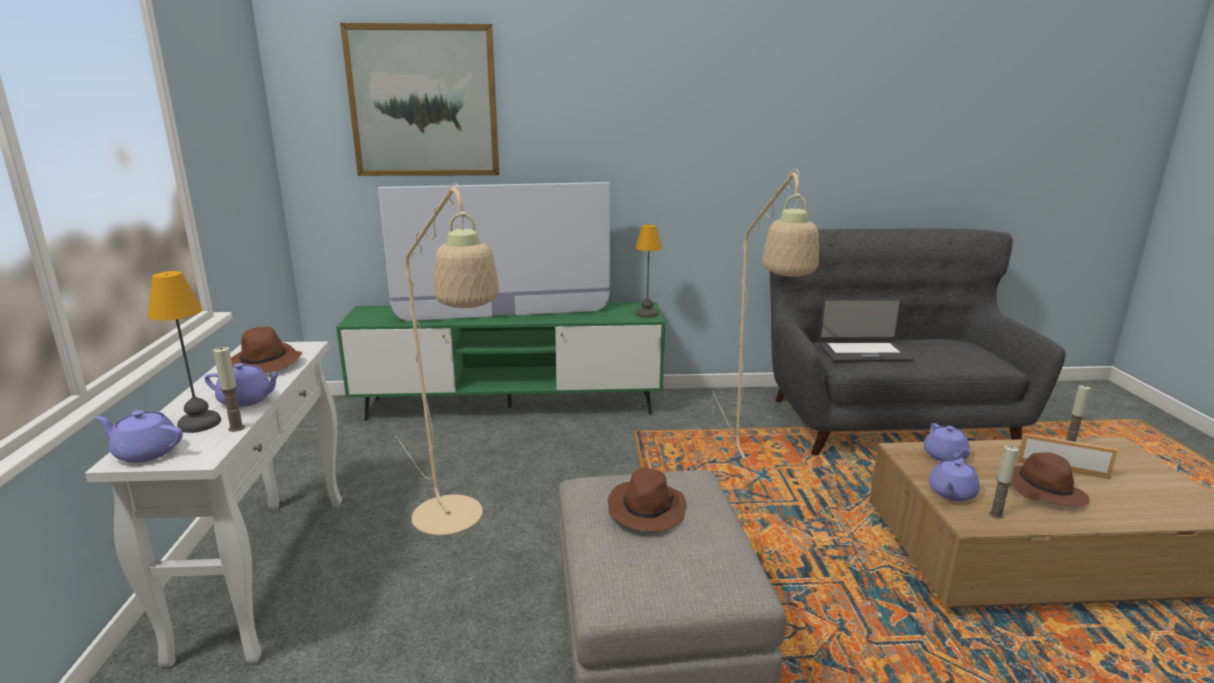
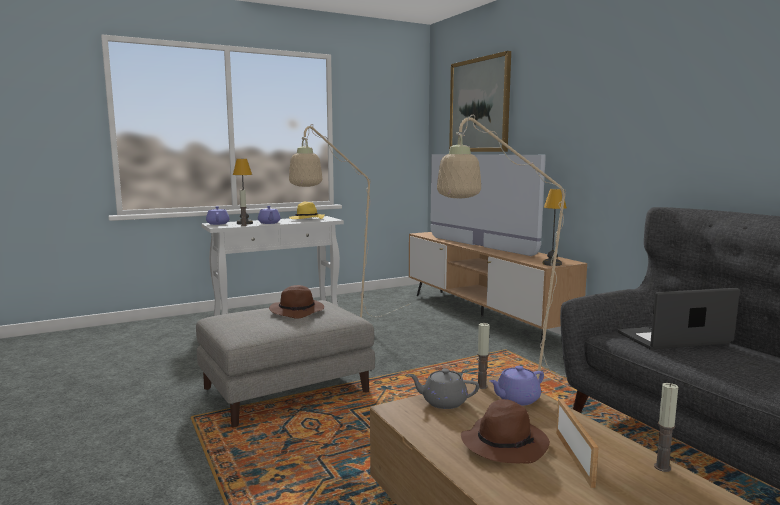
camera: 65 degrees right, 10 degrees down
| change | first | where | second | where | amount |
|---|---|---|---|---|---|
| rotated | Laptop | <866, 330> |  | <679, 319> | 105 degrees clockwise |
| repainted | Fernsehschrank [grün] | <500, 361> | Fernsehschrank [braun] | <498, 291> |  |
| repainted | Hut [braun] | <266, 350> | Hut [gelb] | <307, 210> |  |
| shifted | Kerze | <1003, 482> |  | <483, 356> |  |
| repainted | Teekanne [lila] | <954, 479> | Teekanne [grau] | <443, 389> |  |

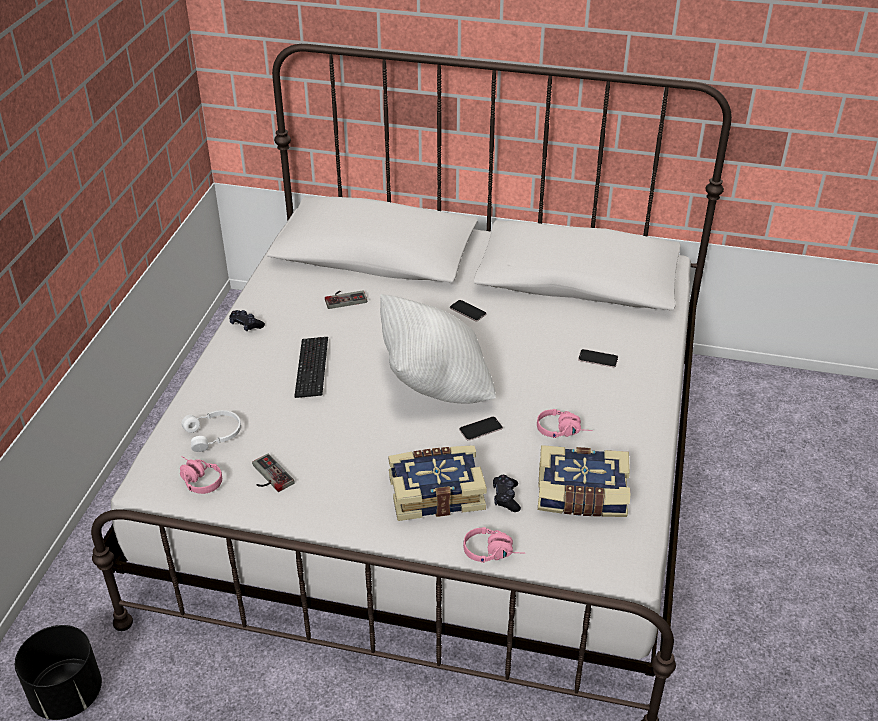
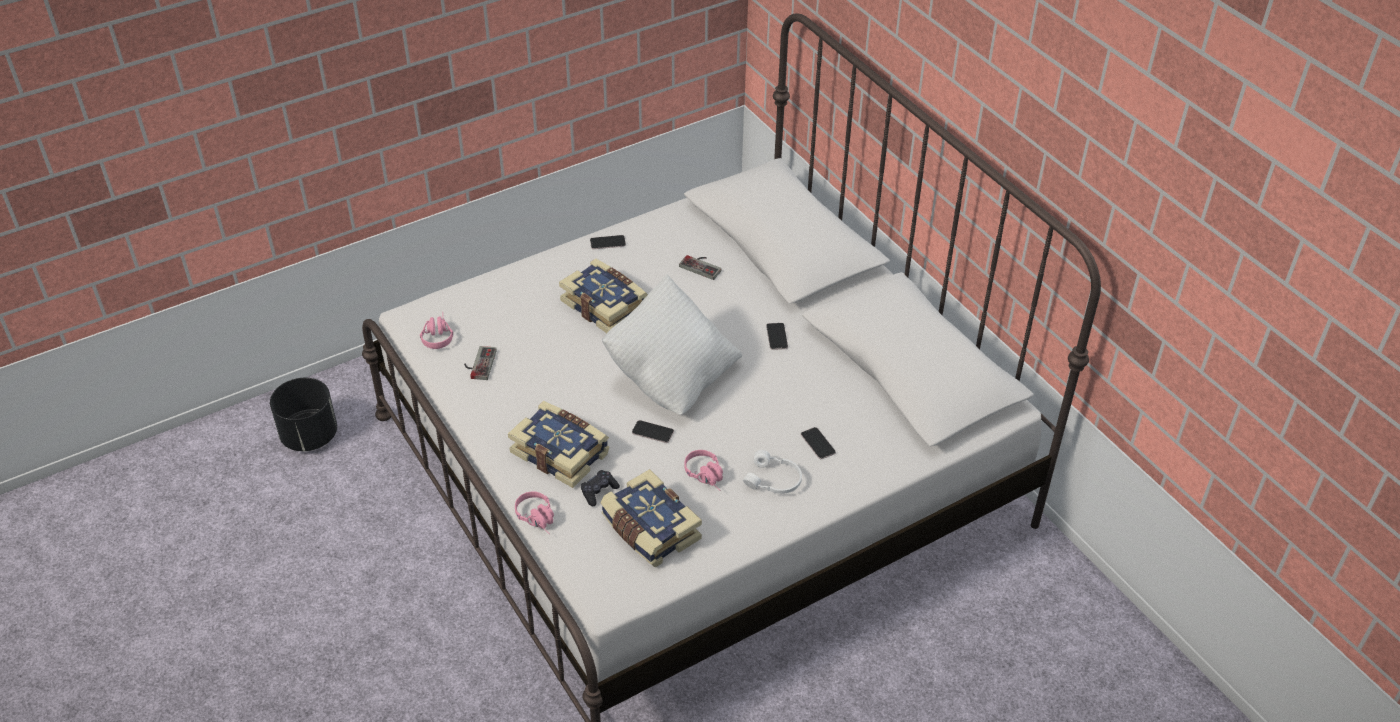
camera: 45 degrees right, 5 degrees up
| change | first | where | second | where | amount |
|---|---|---|---|---|---|
| swapped | Gamepad [schwarz] | <247, 321> | Handy | <608, 242> |  |
| swapped | Tastatur | <311, 367> | Buch | <603, 296> |  |
| shifted | Kopfhörer [weiß] | <211, 431> |  | <772, 472> |  |

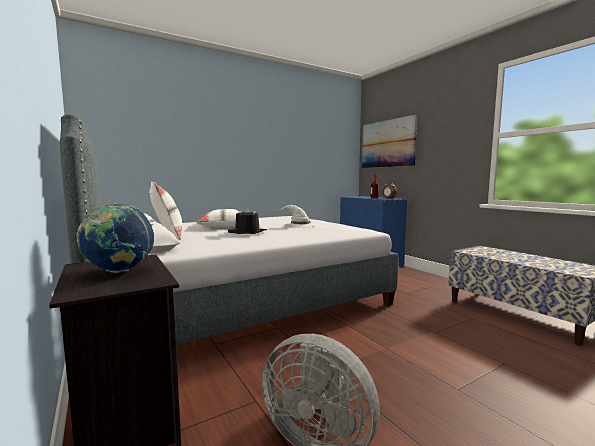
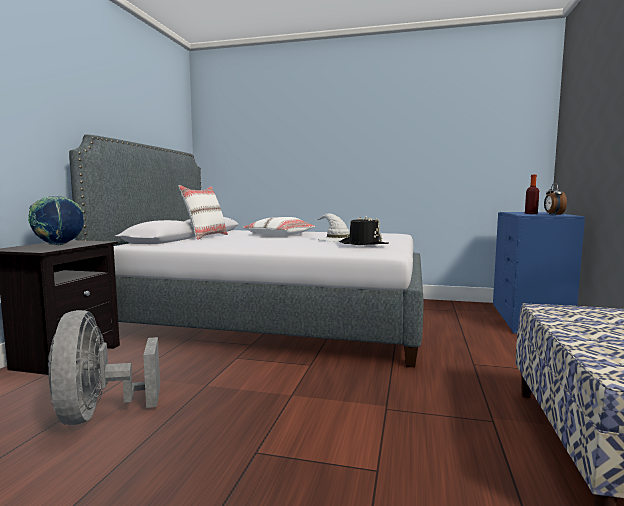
camera: 45 degrees right, 0 degrees up
| change | first | where | second | where | amount |
|---|---|---|---|---|---|
| gone | Bild | <390, 141> |  |  |  |
| shifted | Hut [schwarz] | <247, 221> |  | <364, 230> |  |

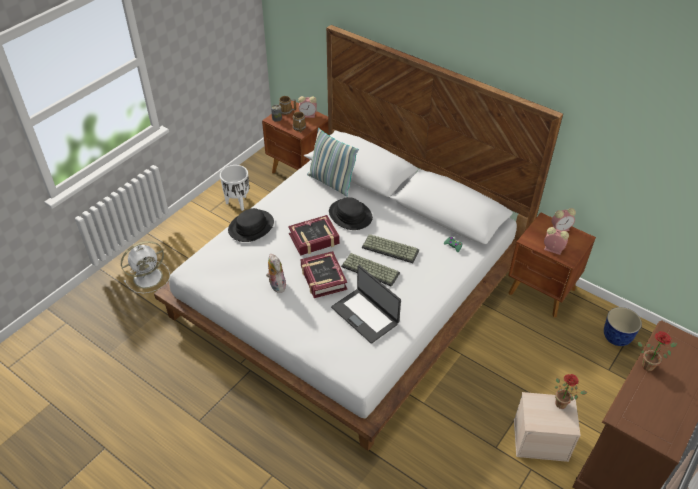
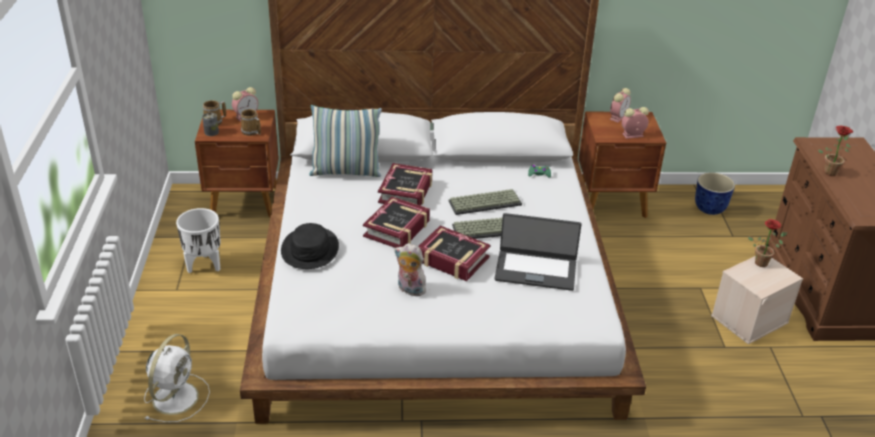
camera: 40 degrees left, 10 degrees down
| change | first | where | second | where | amount |
|---|---|---|---|---|---|
| swapped | Hut [schwarz] | <351, 213> | Buch | <405, 184> |  |

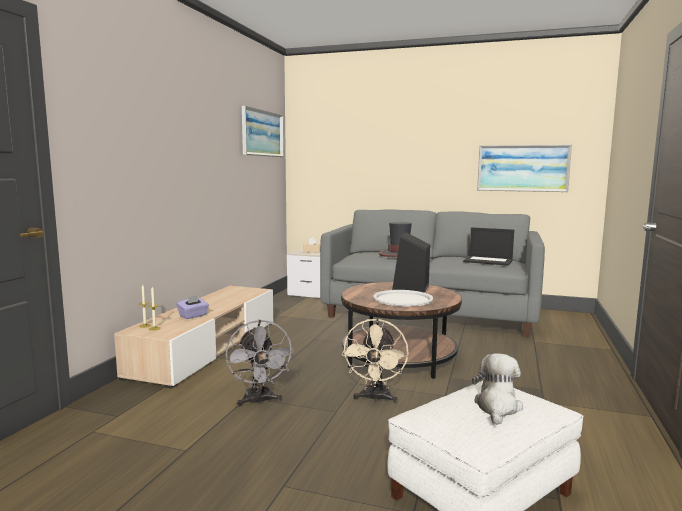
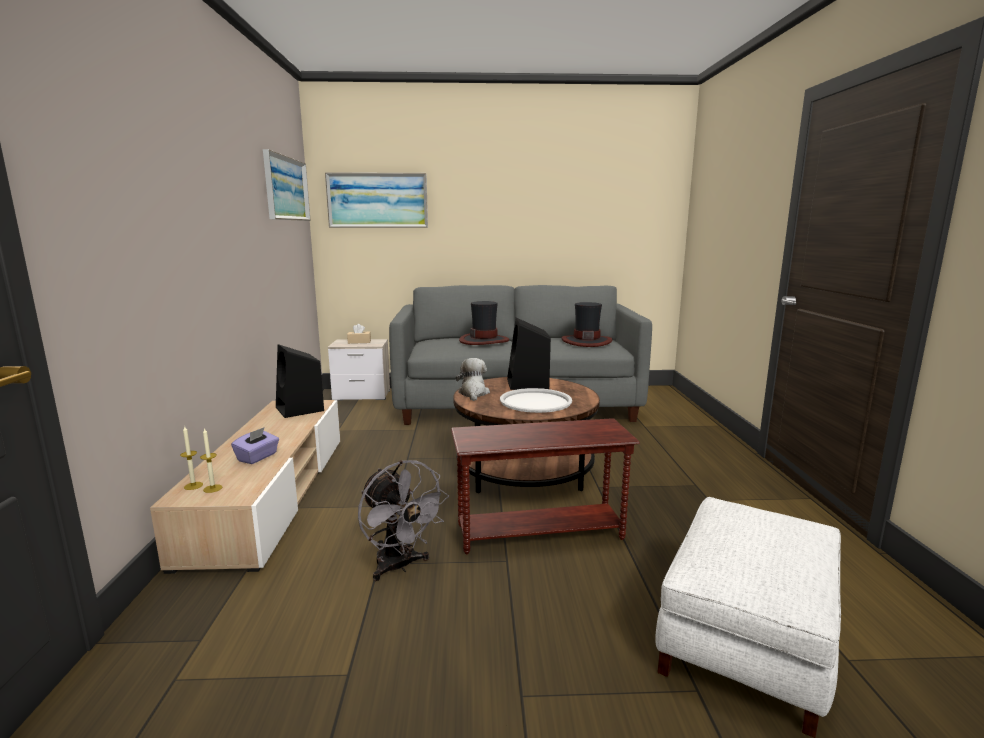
camera: 20 degrees left, 5 degrees up
| change | first | where | second | where | amount |
|---|---|---|---|---|---|
| shifted | Bild | <524, 168> |  | <376, 200> |  |
| swapped | Laptop | <488, 246> | Hut | <587, 324> |  |
| swapped | Ventilator [beige] | <375, 360> | Beistelltisch [braun] | <545, 486> |  |
| shifted | Plüschtier | <497, 389> |  | <473, 379> |  |
| new |  |  | Lautsprecher [schwarz] | <300, 381> |  |

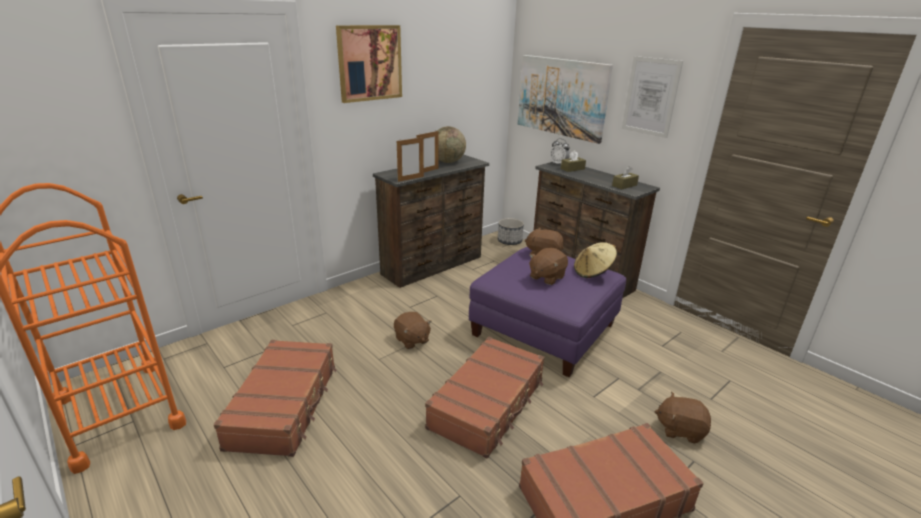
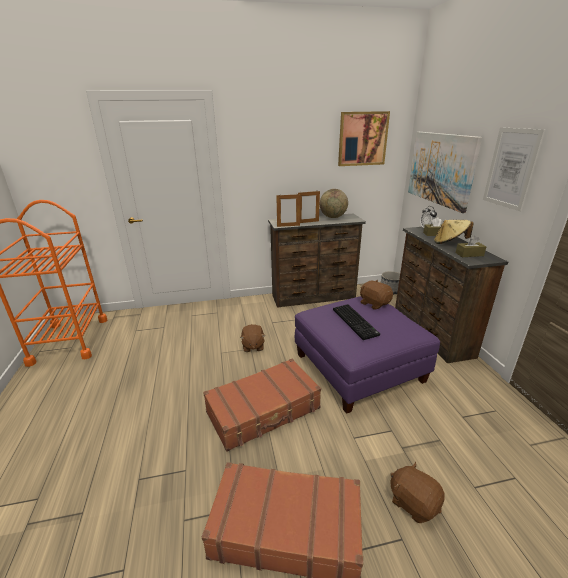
camera: 30 degrees right, 0 degrees up
| change | first | where | second | where | amount |
|---|---|---|---|---|---|
| shifted | Bild | <369, 64> |  | <364, 138> |  |
| shifted | Hut [beige] | <595, 260> |  | <454, 232> |  |
| swapped | Plüschtier [braun] | <548, 266> | Tastatur | <356, 322> |  |
| gone | Koffer [braun] | <275, 398> |  |  |  |

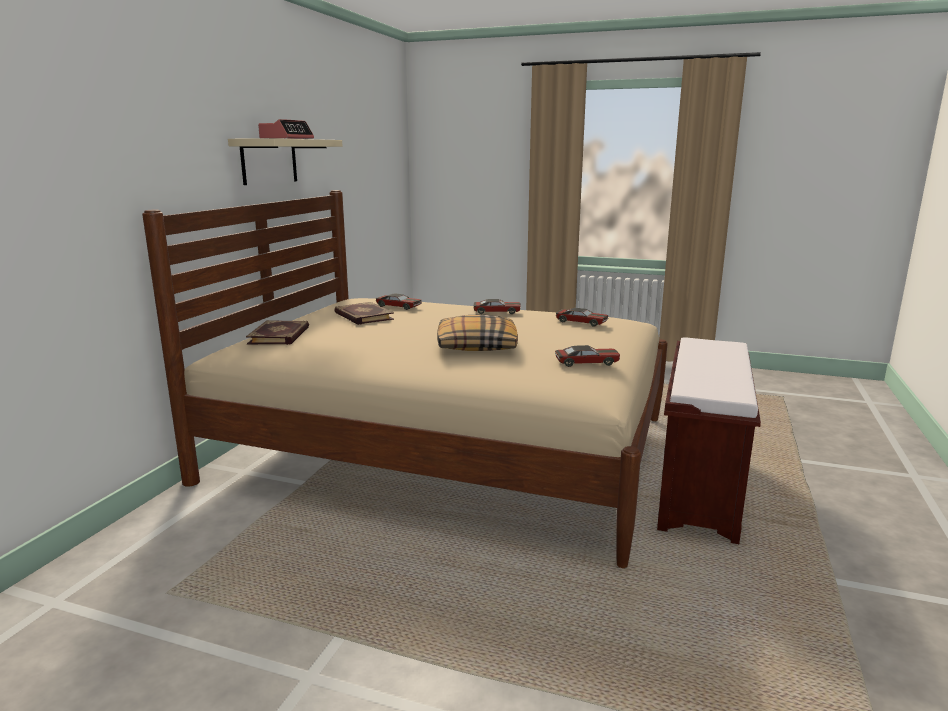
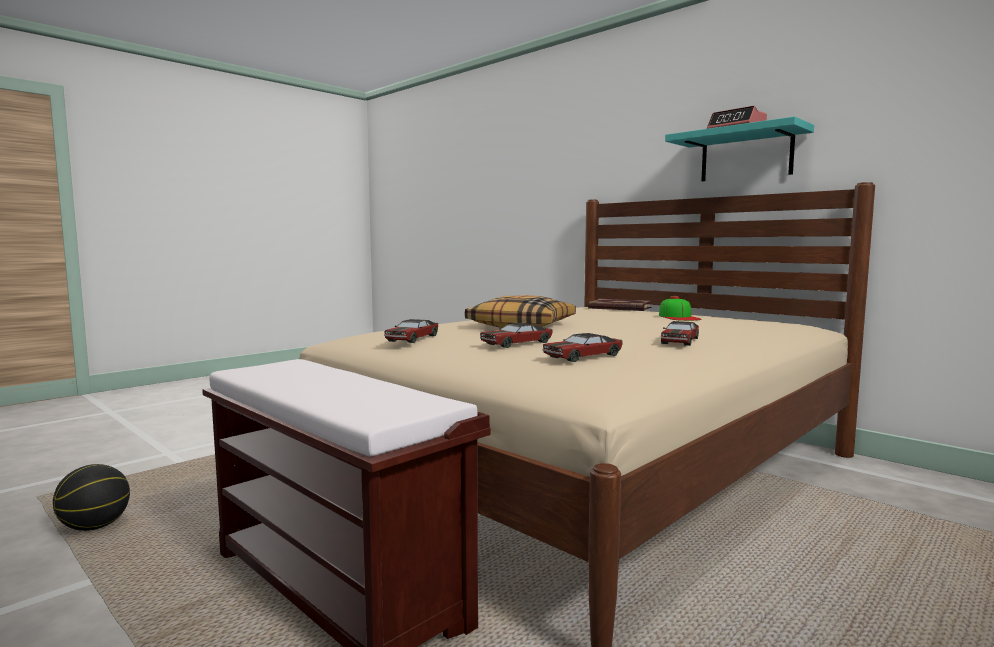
camera: 115 degrees right, 10 degrees down
| change | first | where | second | where | amount |
|---|---|---|---|---|---|
| repainted | Wandregal [beige] | <285, 161> | Wandregal [türkis] | <739, 148> |  |
| shifted | Spielzeugauto | <399, 302> |  | <516, 335> |  |
| swapped | Buch | <364, 313> | Kappe | <680, 308> |  |
| new |  |  | Basketball | <91, 497> |  |

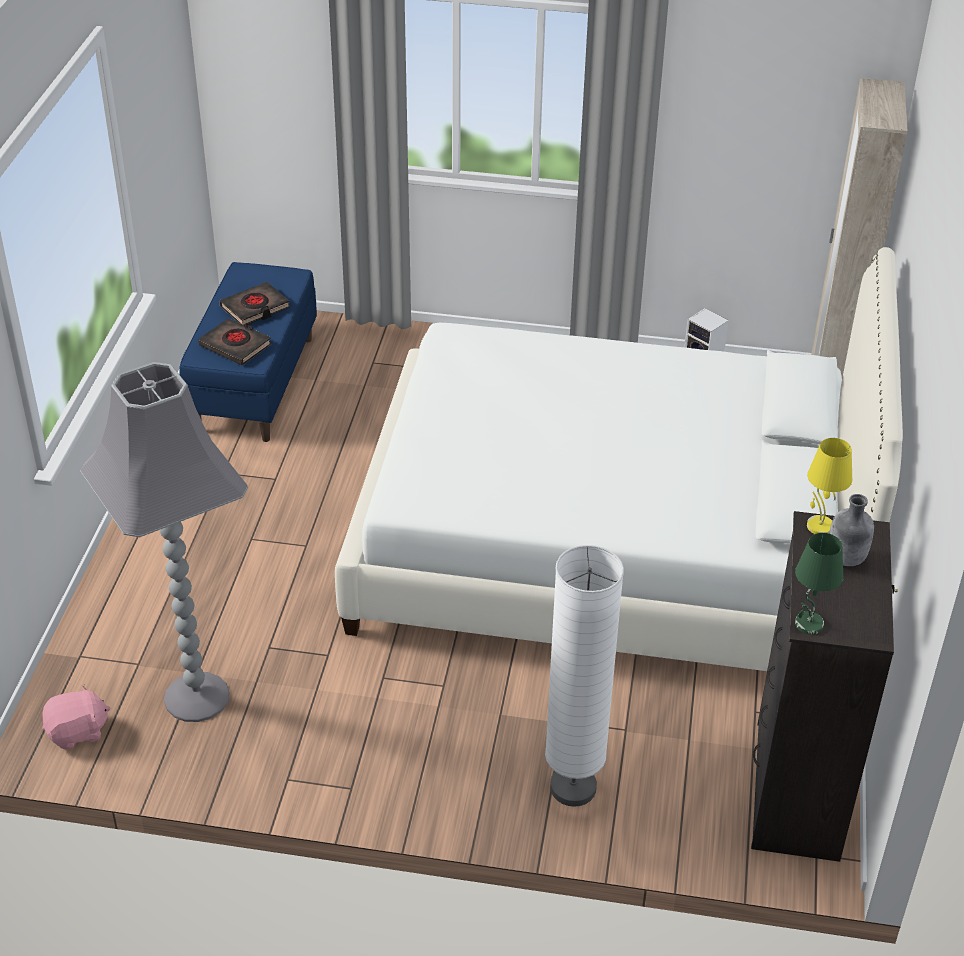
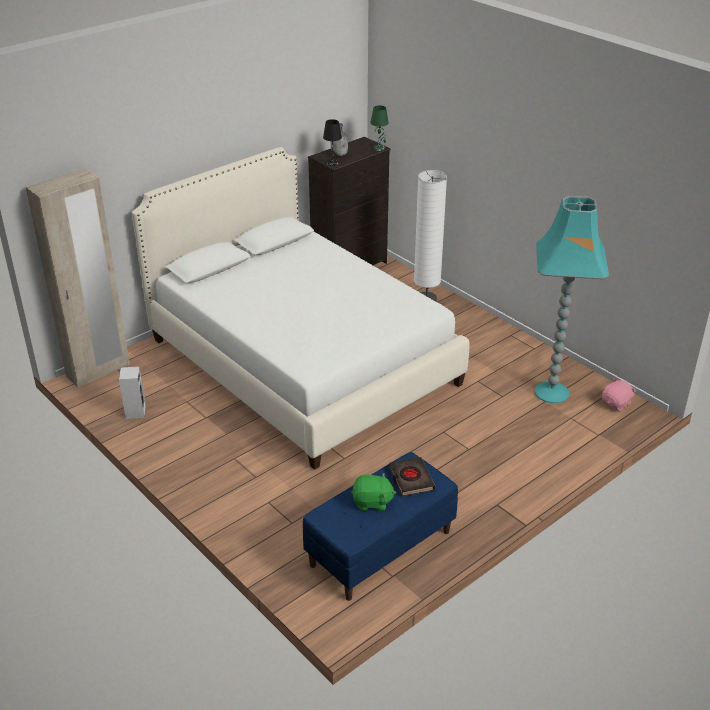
camera: 140 degrees left, 5 degrees down
| change | first | where | second | where | amount |
|---|---|---|---|---|---|
| swapped | Buch [schwarz] | <254, 303> | Plüschtier [grün] | <373, 492> |  |
| repainted | Stehlampe [grau] | <164, 542> | Stehlampe [türkis] | <571, 299> |  |
| repainted | Tischlampe [gelb] | <829, 486> | Tischlampe [schwarz] | <332, 142> |  |
| rotated | Plüschtier [rosa] | <76, 717> |  | <619, 395> | 120 degrees clockwise |

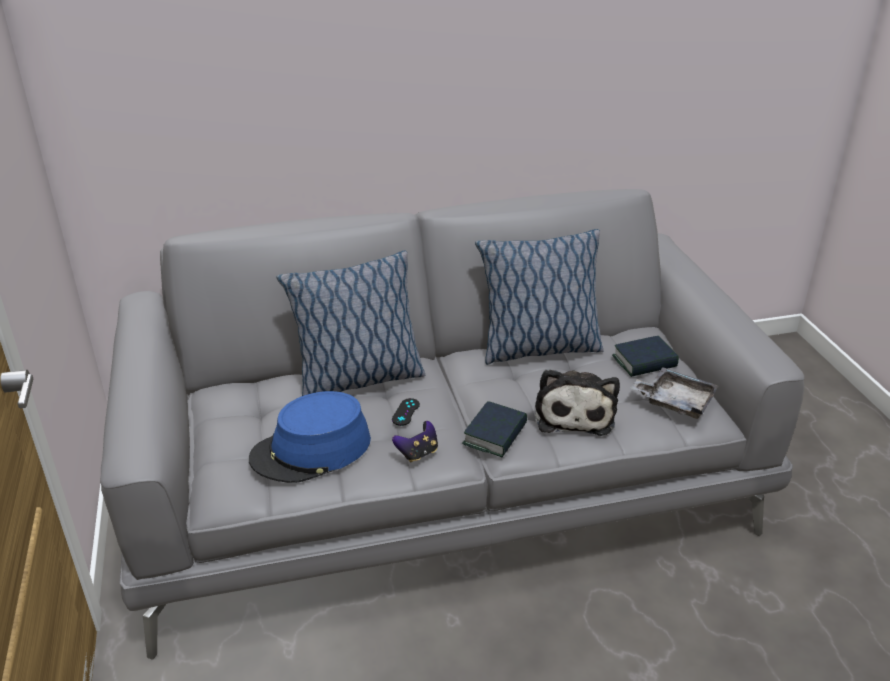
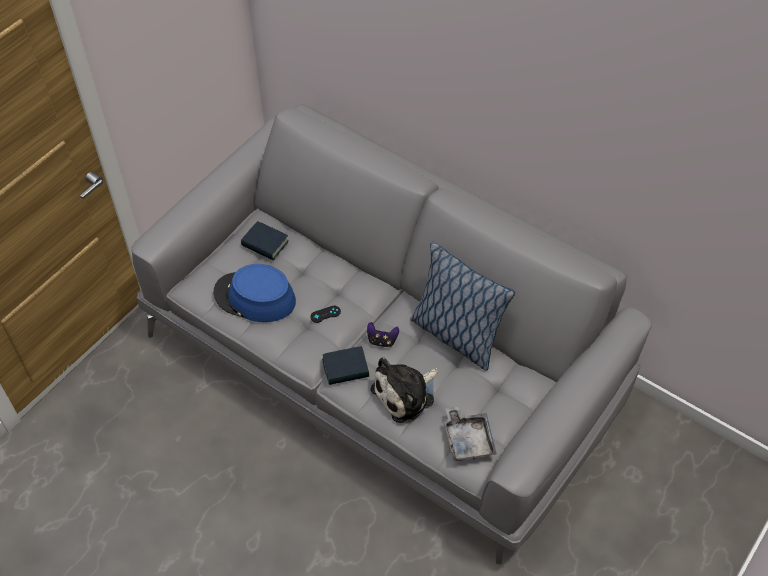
camera: 50 degrees right, 20 degrees up
| change | first | where | second | where | amount |
|---|---|---|---|---|---|
| gone | Kissen | <350, 323> |  |  |  |
| shifted | Buch | <645, 356> |  | <265, 240> |  |
| shifted | Gamepad | <415, 441> |  | <383, 335> |  |

